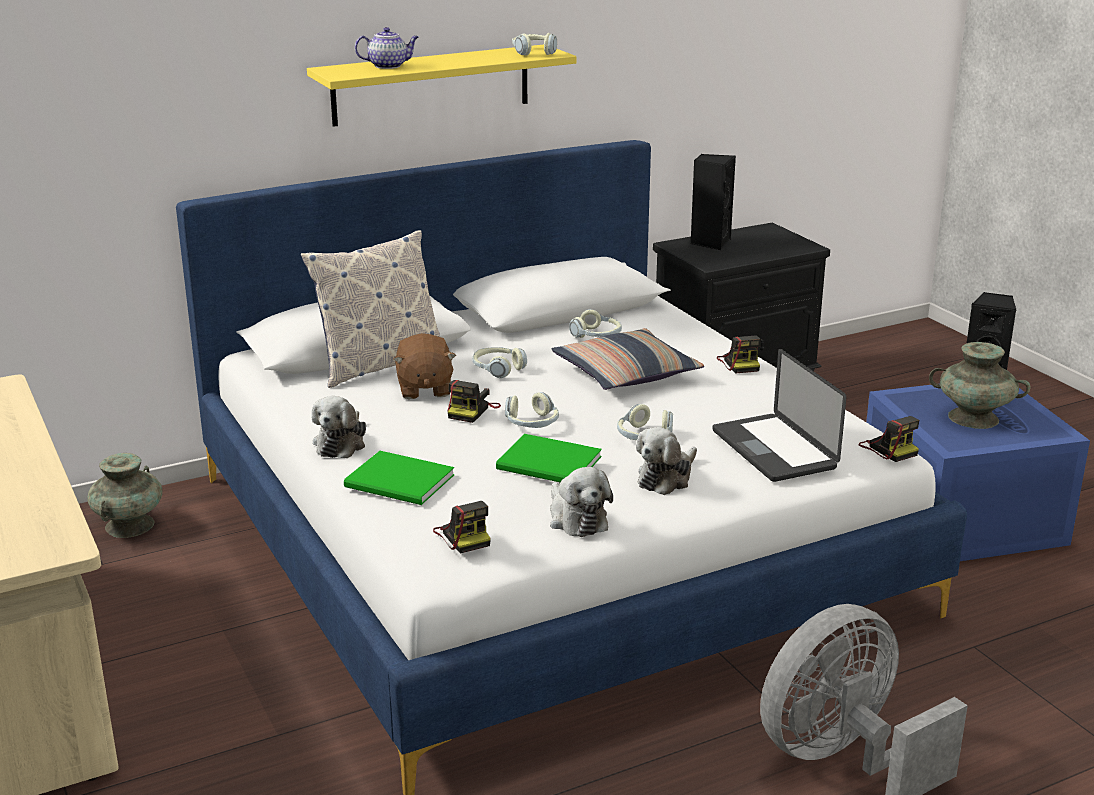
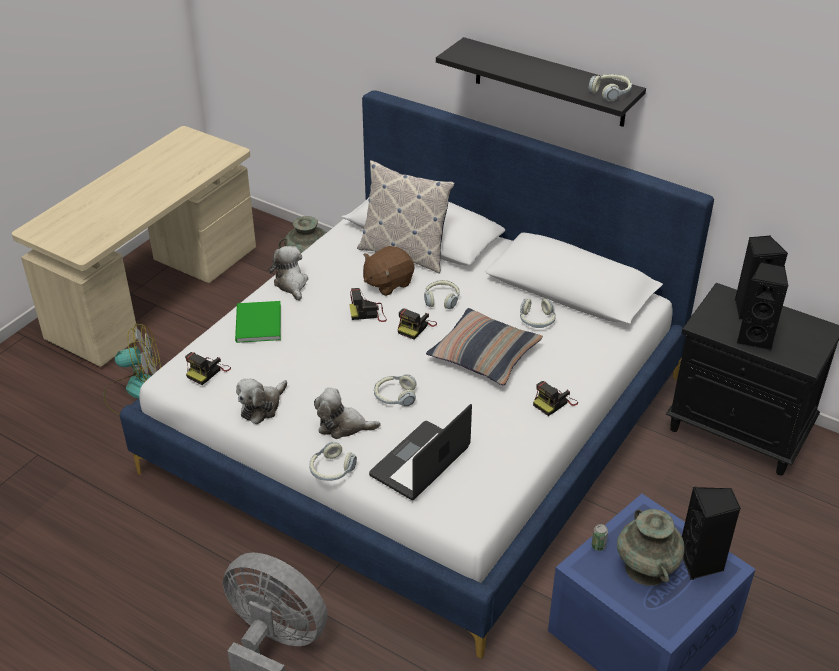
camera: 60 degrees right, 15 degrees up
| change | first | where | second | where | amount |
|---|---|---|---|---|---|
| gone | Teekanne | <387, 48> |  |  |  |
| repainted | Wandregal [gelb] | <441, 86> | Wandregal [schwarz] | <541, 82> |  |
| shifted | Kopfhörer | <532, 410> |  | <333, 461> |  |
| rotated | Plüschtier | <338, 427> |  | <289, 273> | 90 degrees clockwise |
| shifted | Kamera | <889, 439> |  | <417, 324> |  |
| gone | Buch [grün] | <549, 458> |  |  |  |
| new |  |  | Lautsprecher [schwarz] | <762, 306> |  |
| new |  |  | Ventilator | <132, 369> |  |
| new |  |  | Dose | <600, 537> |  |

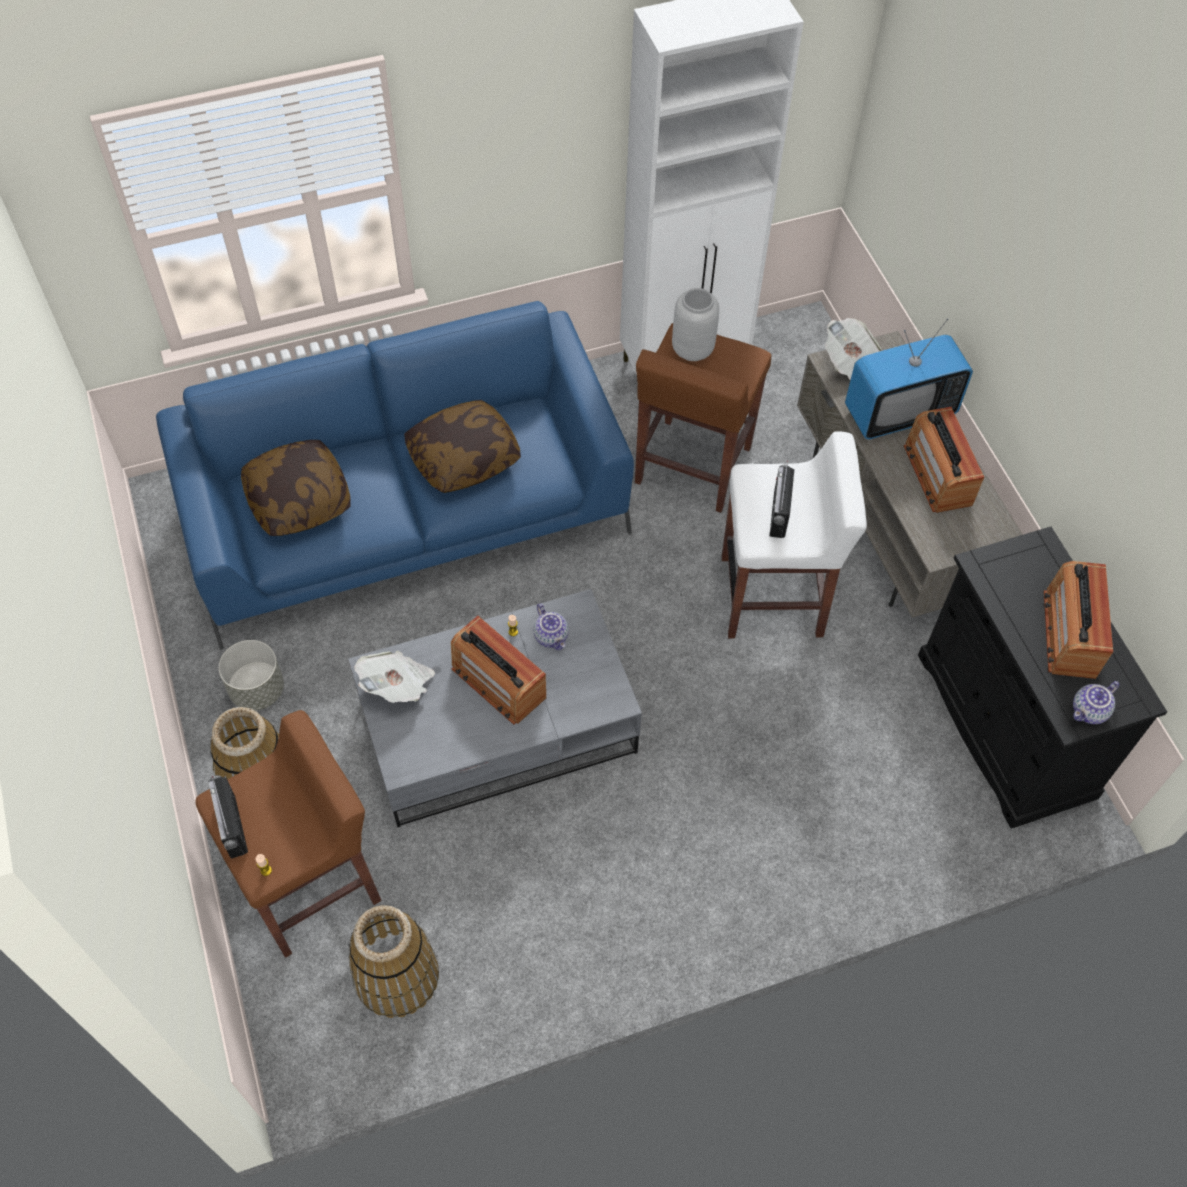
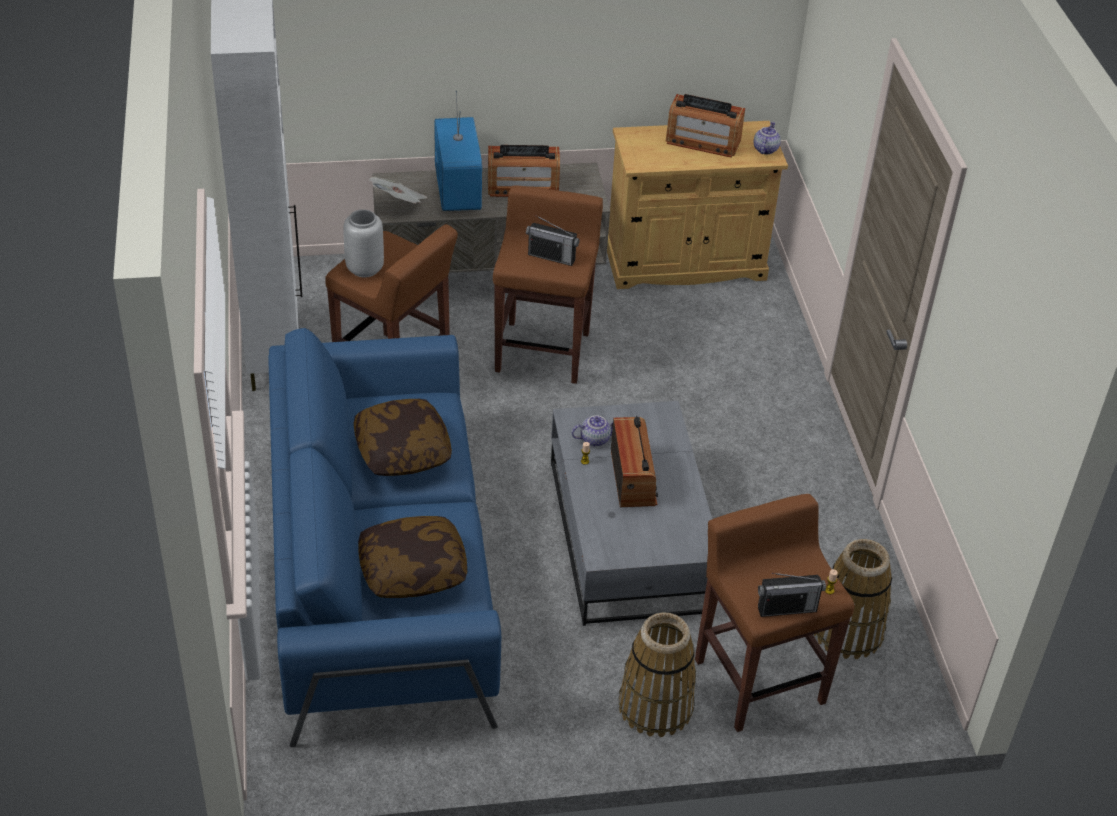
camera: 80 degrees left, 15 degrees down
| change | first | where | second | where | amount |
|---|---|---|---|---|---|
| repainted | Hocker [weiß] | <794, 534> | Hocker [braun] | <548, 285> |  |
| repainted | Schrank [schwarz] | <1042, 677> | Schrank [beige] | <697, 205> |  |
| rotated | Radio | <498, 670> |  | <634, 461> | 60 degrees counterclockwise |
| gone | Pflanzkübel [grau] | <251, 675> |  |  |  |
| gone | Zeitung | <394, 677> |  |  |  |
| rotated | Teekanne | <1096, 702> |  | <767, 138> | 135 degrees counterclockwise |

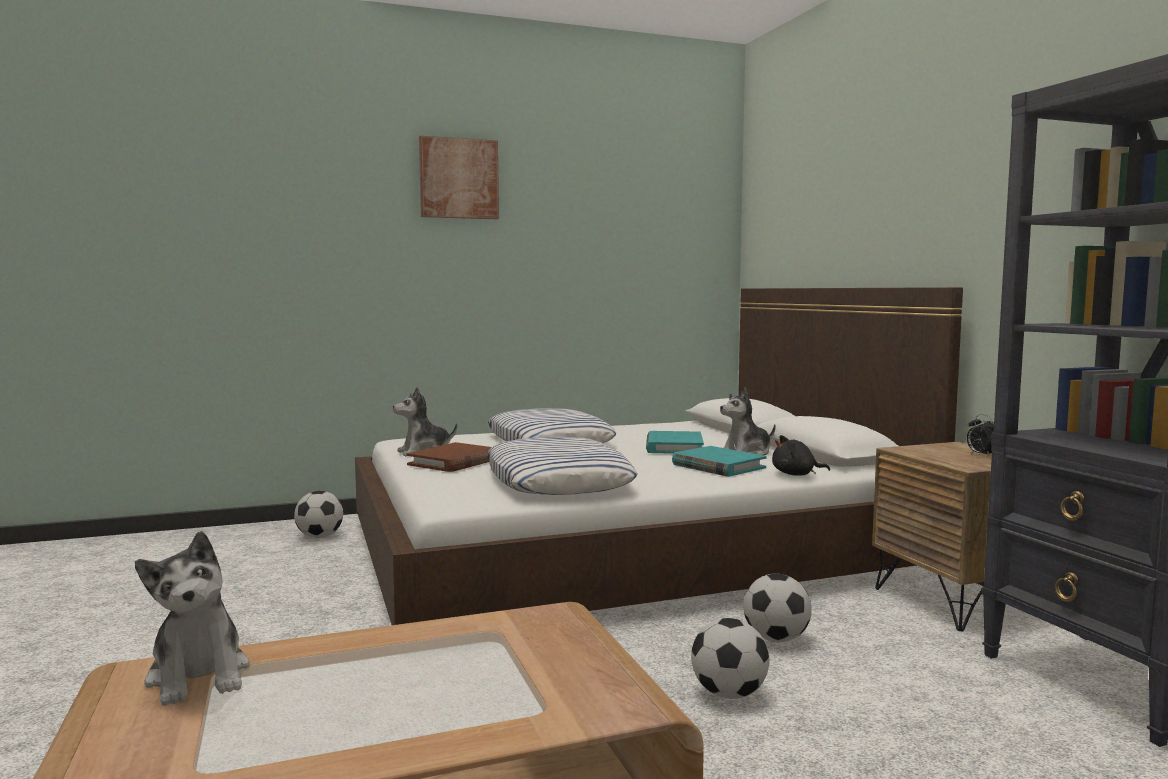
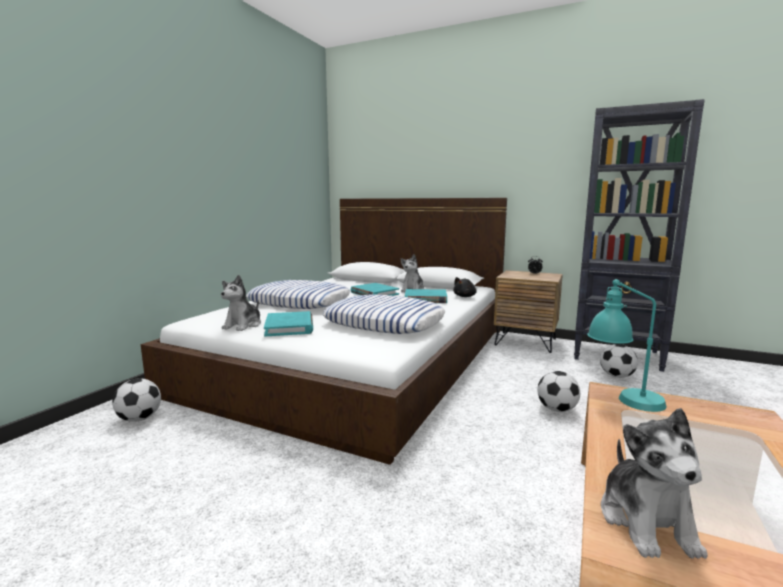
camera: 45 degrees left, 5 degrees up
| change | first | where | second | where | amount |
|---|---|---|---|---|---|
| gone | Bild | <459, 177> |  |  |  |
| repainted | Buch [braun] | <449, 457> | Buch [türkis] | <288, 323> |  |
| rotated | Plüschtier | <192, 618> |  | <654, 483> | 75 degrees clockwise |
| shifted | Fußball | <777, 607> |  | <619, 361> |  |
| new |  |  | Tischlampe [türkis] | <627, 345> |  |

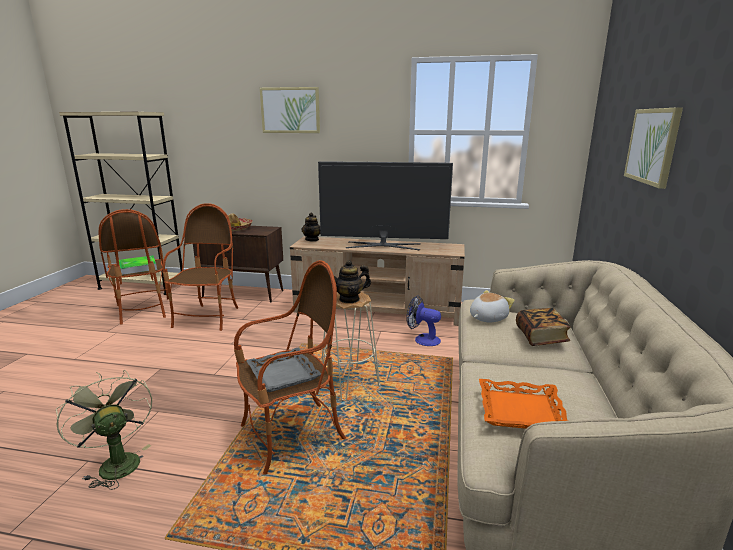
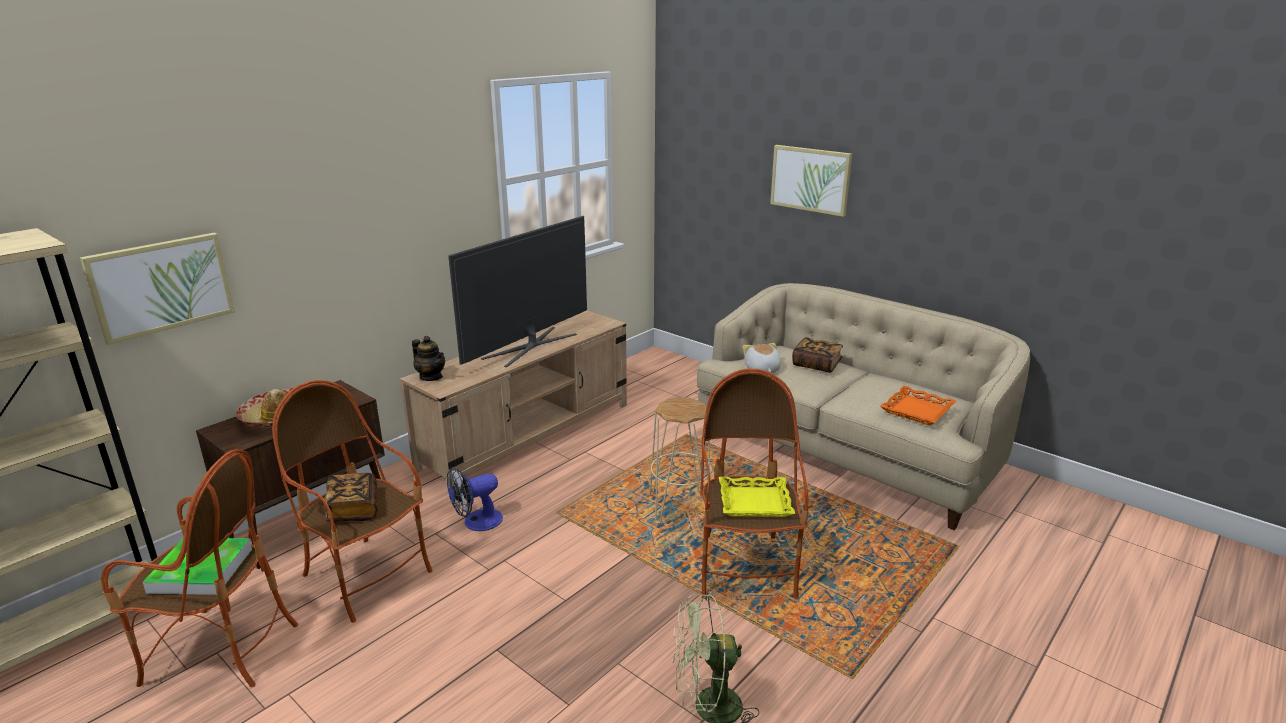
camera: 60 degrees left, 5 degrees up
| change | first | where | second | where | amount |
|---|---|---|---|---|---|
| shifted | Bild | <290, 110> |  | <157, 289> |  |
| gone | Teekanne | <352, 281> |  |  |  |
| shifted | Ventilator | <423, 320> |  | <475, 499> |  |
| repainted | Tablett [grau] | <283, 370> | Tablett [gelb] | <757, 497> |  |
| new |  |  | Buch | <351, 497> |  |

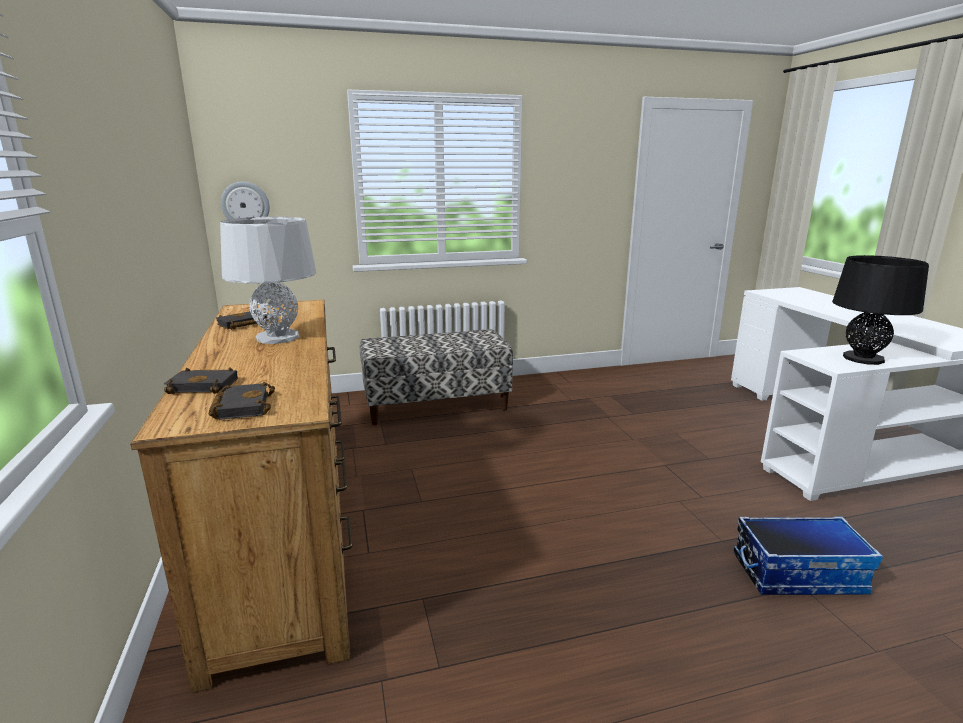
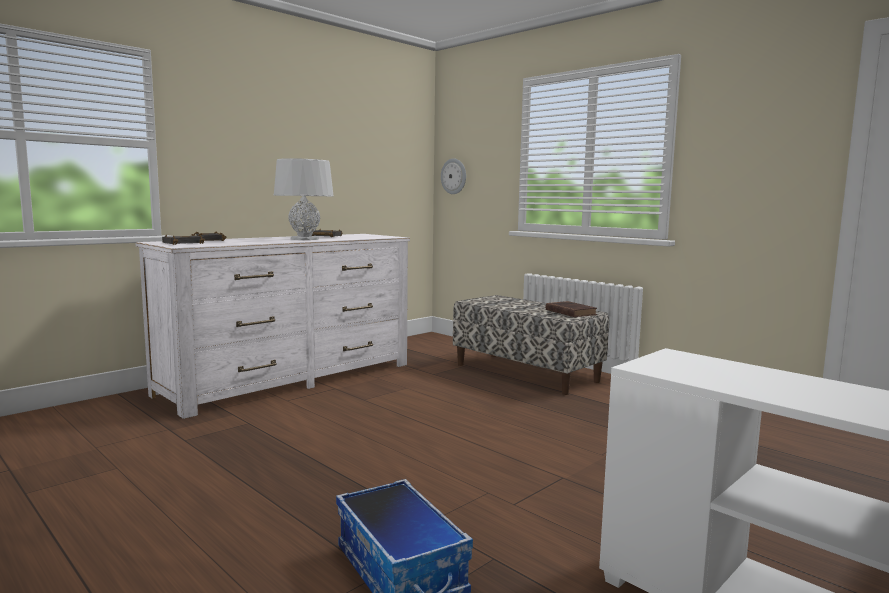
camera: 60 degrees right, 10 degrees down
| change | first | where | second | where | amount |
|---|---|---|---|---|---|
| gone | Tischlampe [schwarz] | <880, 310> |  |  |  |
| repainted | Kommode [braun] | <241, 496> | Kommode [weiß] | <273, 326> |  |
| new |  |  | Buch [braun] | <571, 309> |  |

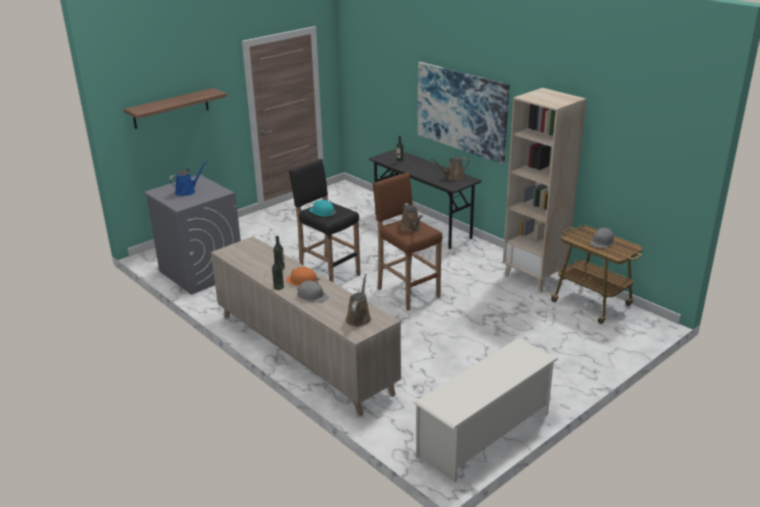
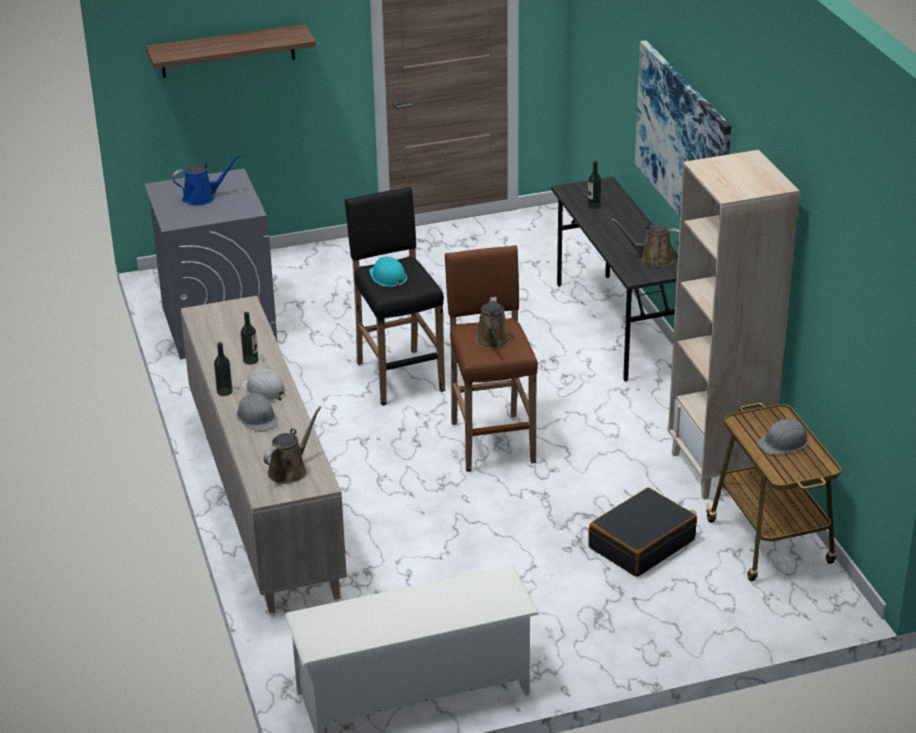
camera: 25 degrees right, 5 degrees up
| change | first | where | second | where | amount |
|---|---|---|---|---|---|
| repainted | Schutzhelm [orange] | <303, 276> | Schutzhelm [weiß] | <263, 385> |  |
| new |  |  | Koffer [schwarz] | <642, 532> |  |

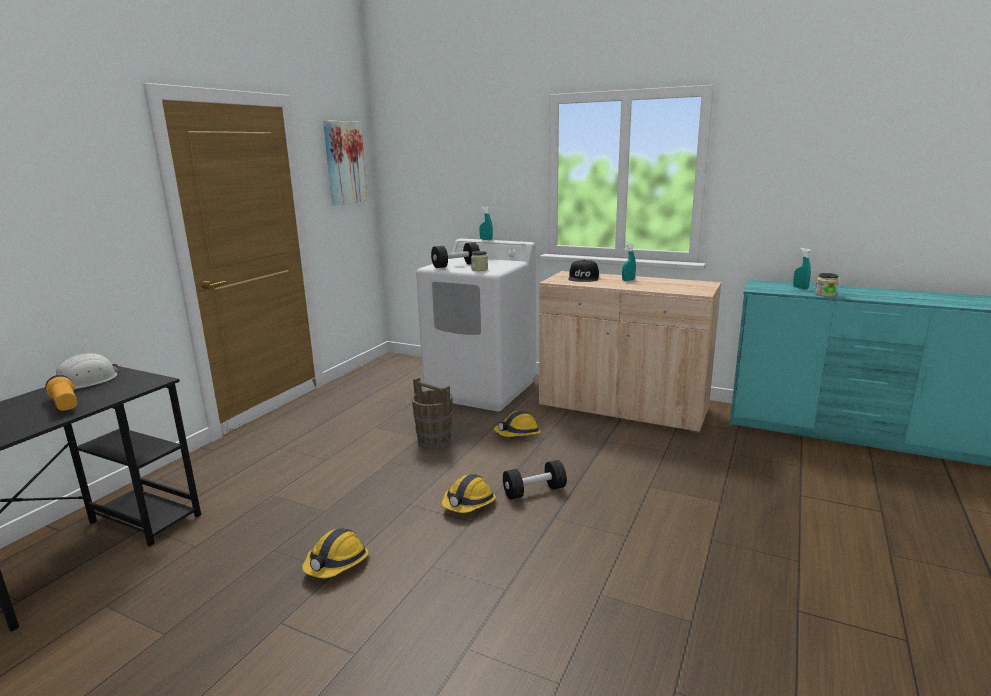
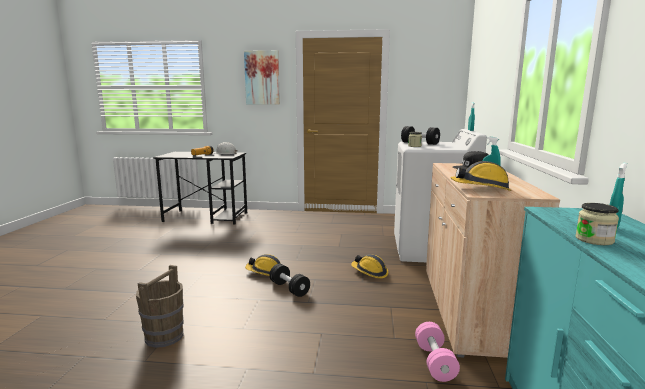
camera: 70 degrees right, 5 degrees down
| change | first | where | second | where | amount |
|---|---|---|---|---|---|
| shifted | Bild | <345, 163> |  | <262, 77> |  |
| shifted | Eimer [braun] | <432, 413> |  | <160, 306> |  |
| shifted | Schutzhelm | <335, 553> |  | <480, 176> |  |
| new |  |  | Hantel [rosa] | <437, 352> |  |

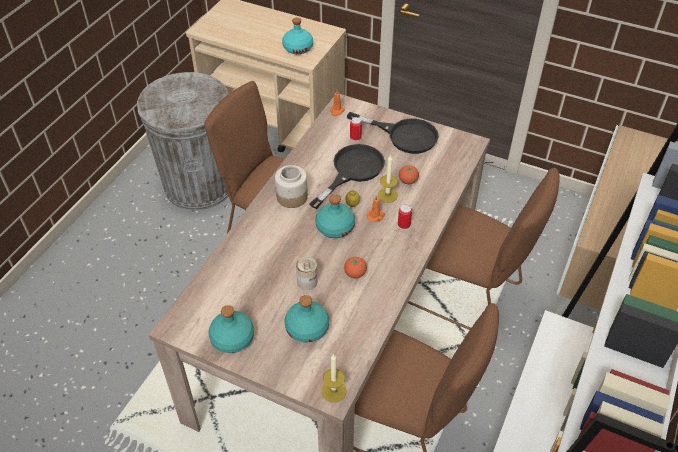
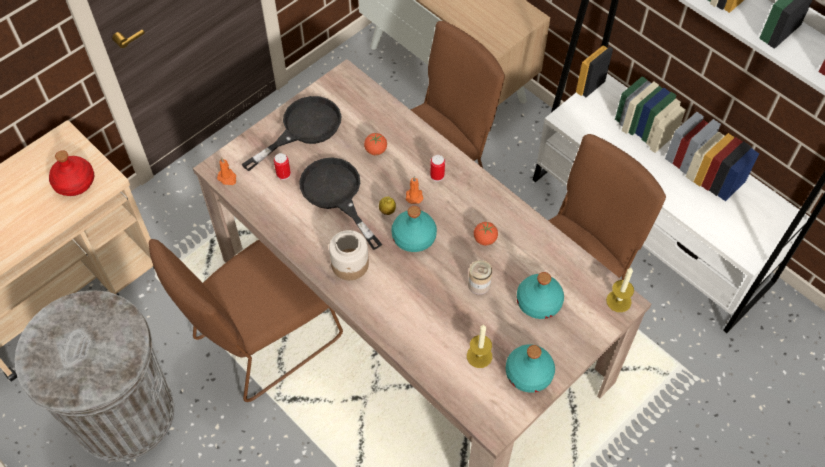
camera: 70 degrees left, 10 degrees up
| change | first | where | second | where | amount |
|---|---|---|---|---|---|
| repainted | Flasche [türkis] | <297, 36> | Flasche [rot] | <71, 173> |  |
| shifted | Kerze | <388, 179> |  | <479, 346> |  |

